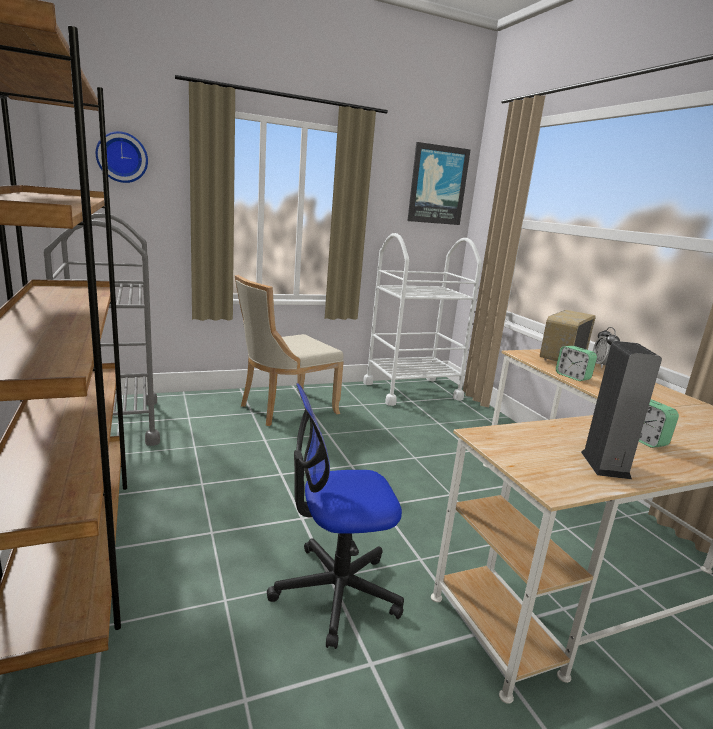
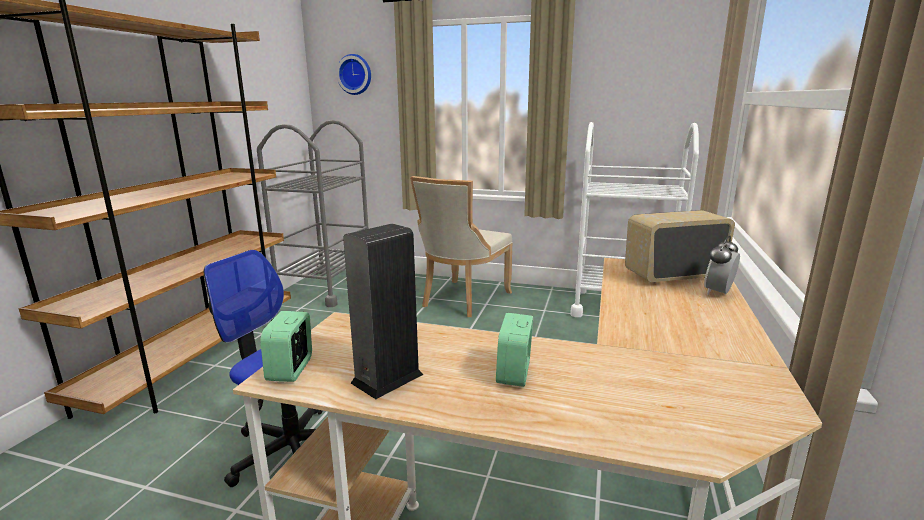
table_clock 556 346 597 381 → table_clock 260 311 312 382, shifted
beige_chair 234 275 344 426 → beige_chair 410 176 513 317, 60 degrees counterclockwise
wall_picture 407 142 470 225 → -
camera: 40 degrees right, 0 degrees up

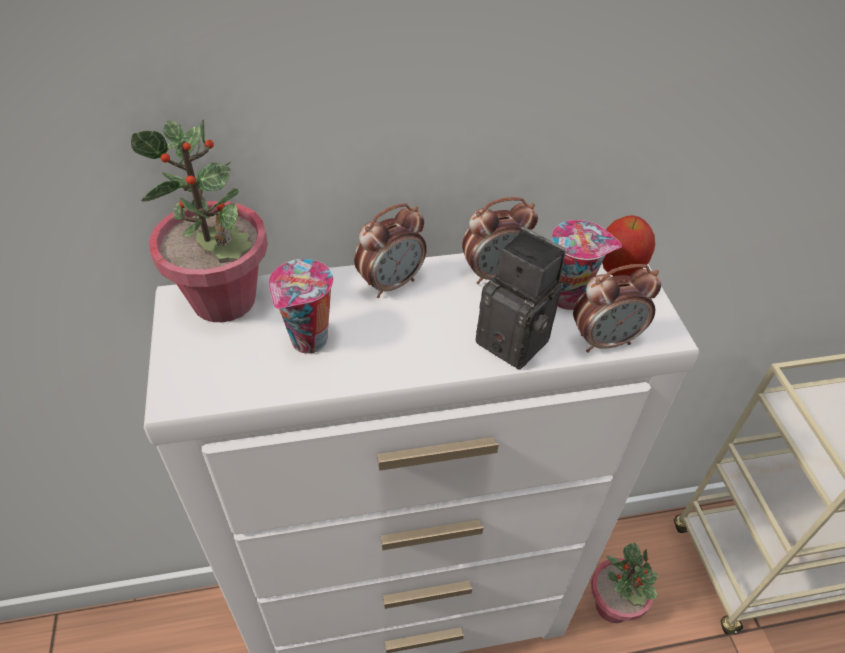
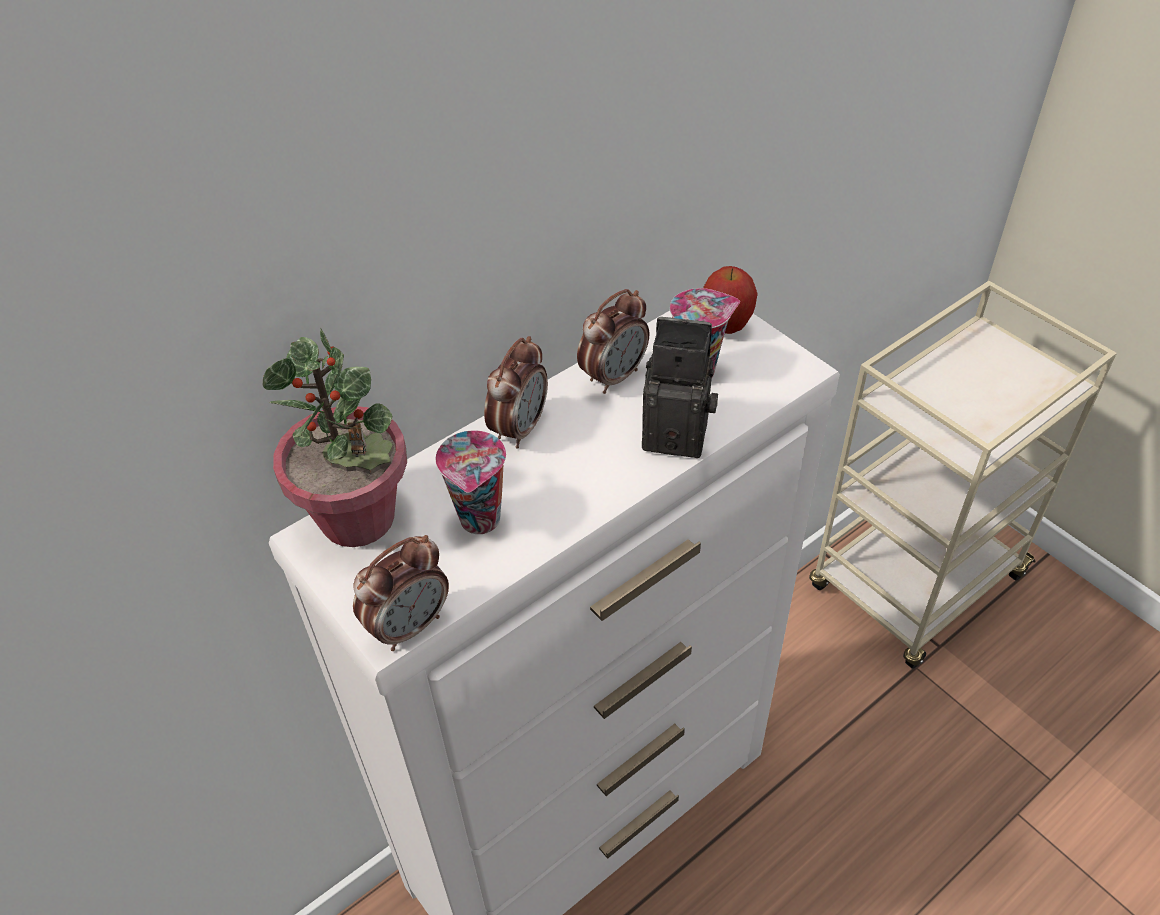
table_clock 573 264 661 353 → table_clock 353 535 449 651, shifted
plant_in_a_pot 591 542 658 623 → -
camera: 25 degrees left, 0 degrees up

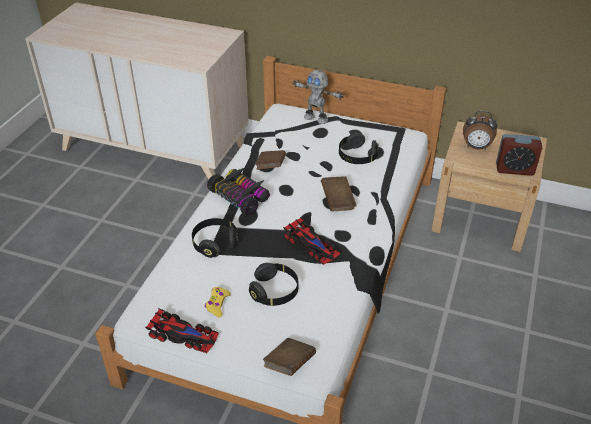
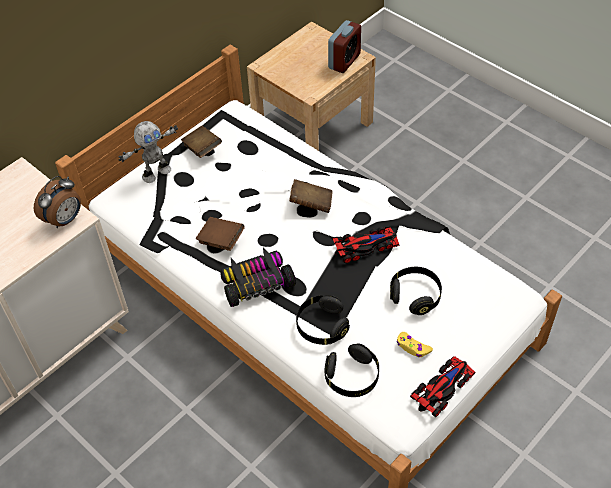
table_clock 463 111 497 150 → table_clock 34 176 81 228, shifted
brownish_bound_book 263 338 316 376 → brownish_bound_book 181 126 222 158, shifted
black_headset 339 133 378 164 → black_headset 324 344 379 397, shifted
camera: 65 degrees left, 10 degrees up

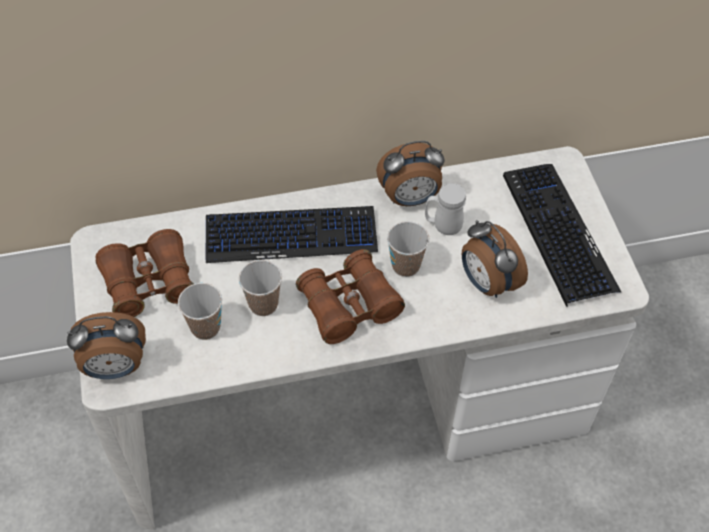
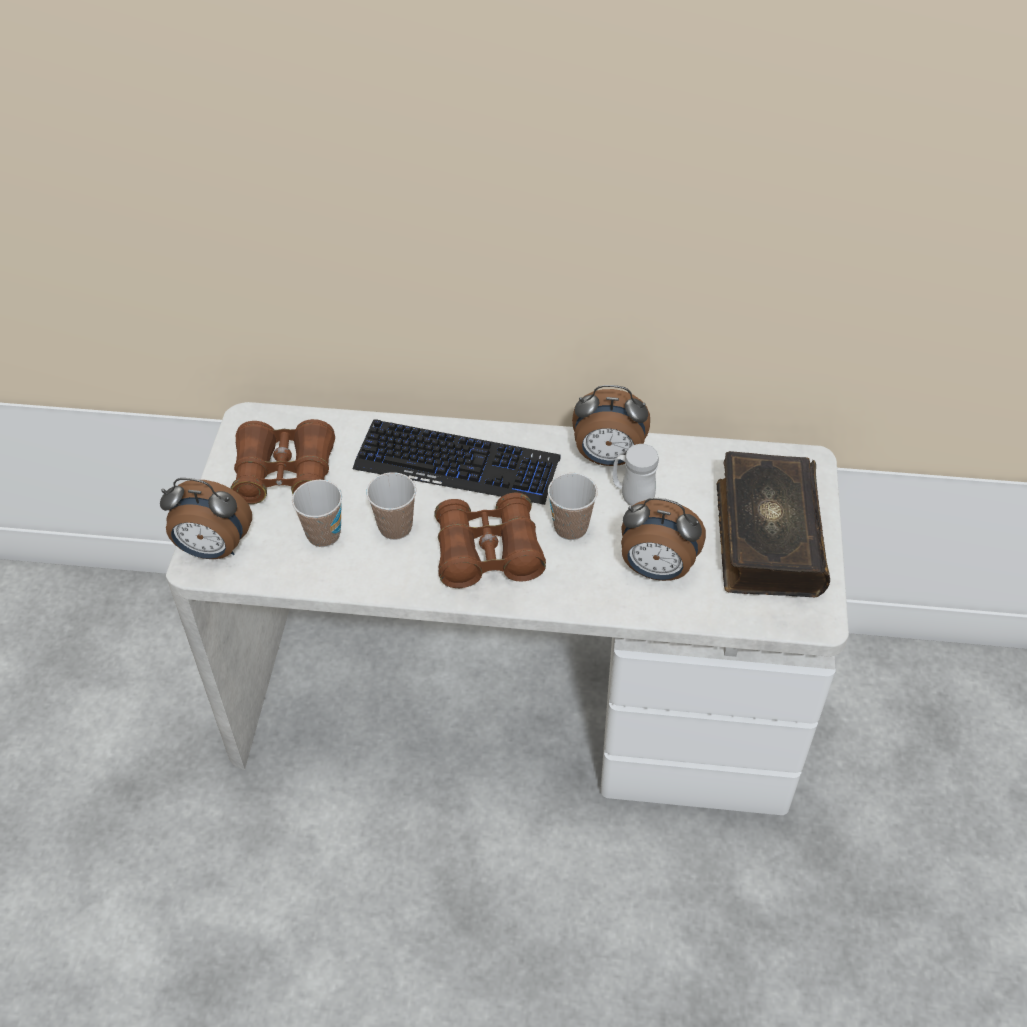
table_clock 462 220 528 298 → table_clock 621 497 706 581, 60 degrees counterclockwise
computer_keyboard 503 164 621 307 → bound_book 717 451 830 597
camera: 20 degrees right, 5 degrees down

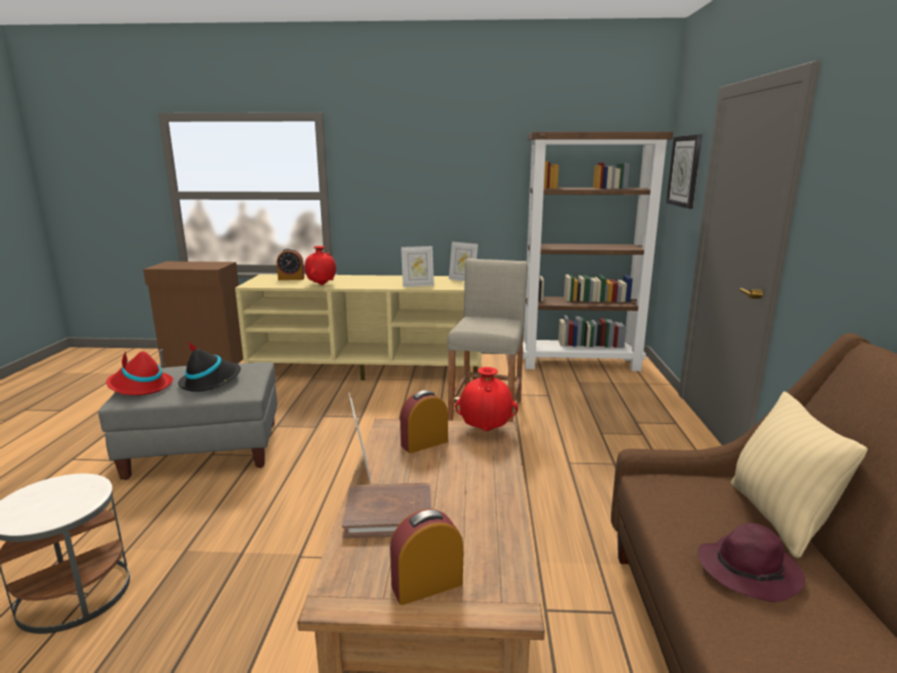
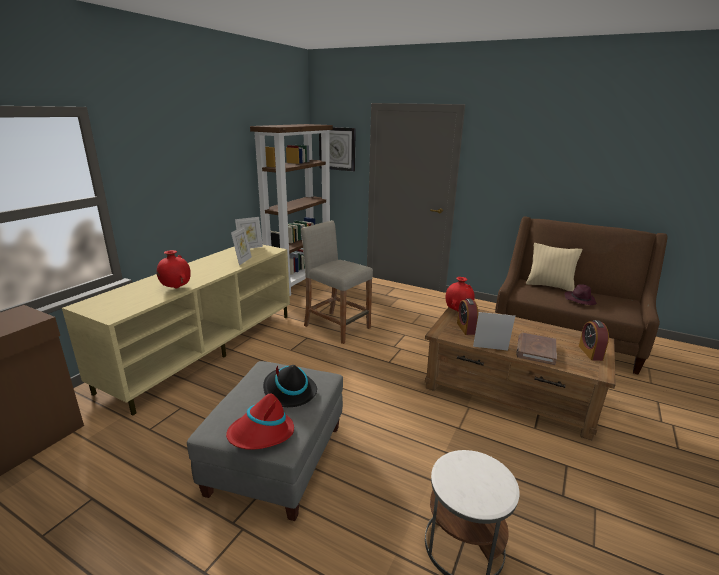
table_clock 277 248 304 280 → -
camera: 65 degrees left, 5 degrees up

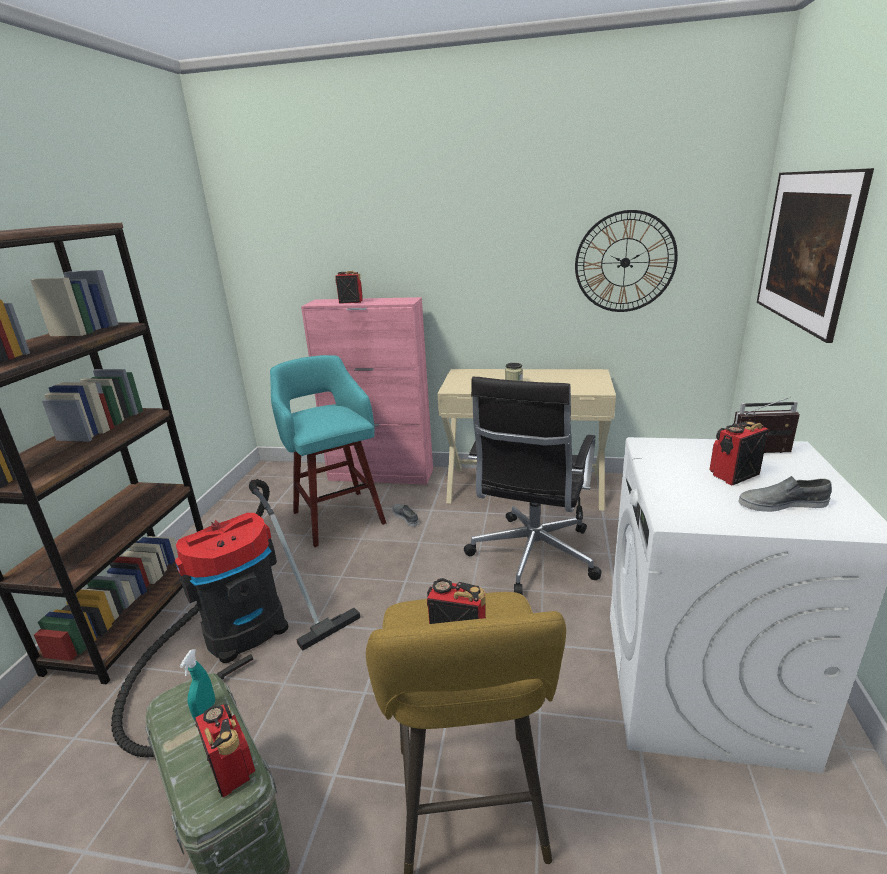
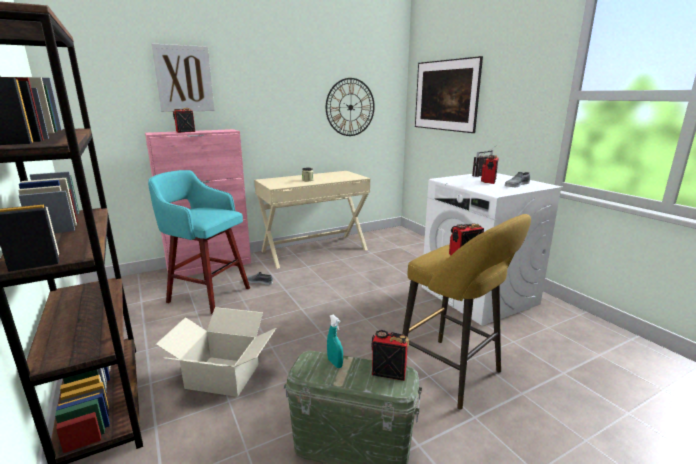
- → wall_picture 151 44 214 112
vacuum 111 479 360 758 → carton 156 307 276 397
black_desk_chair 464 377 602 595 → -
camera: 40 degrees left, 5 degrees down

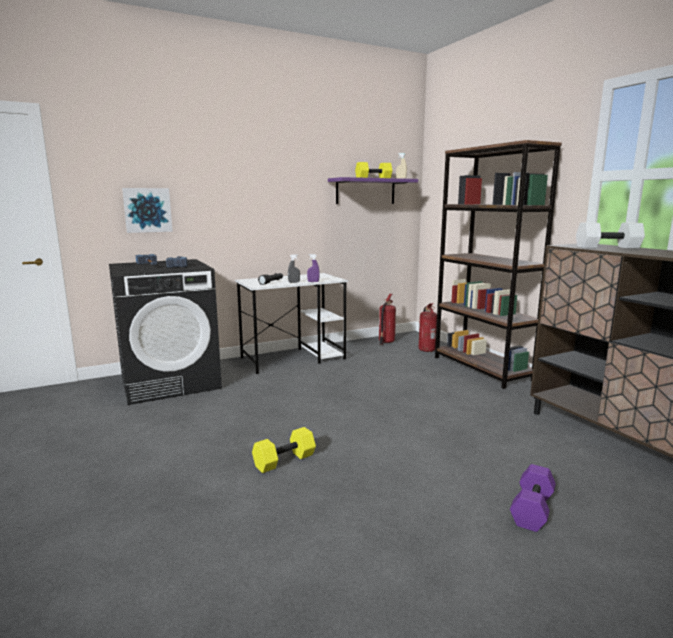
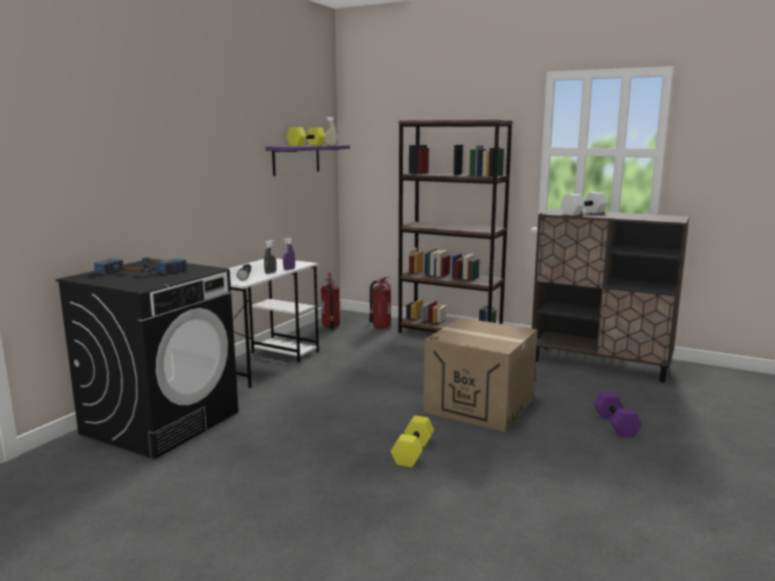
- → carton 424 318 537 432
wall_picture 122 188 173 233 → -
camera: 35 degrees left, 0 degrees up

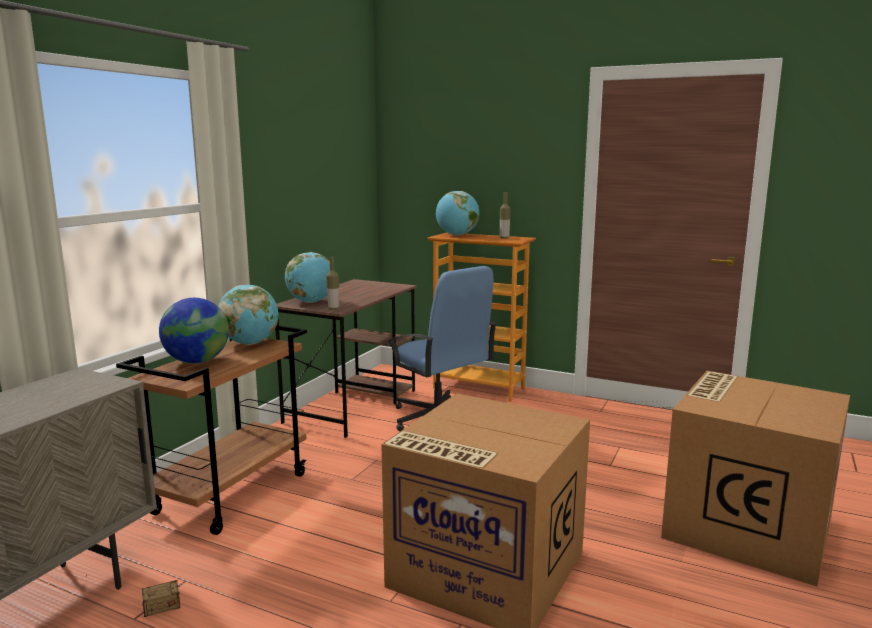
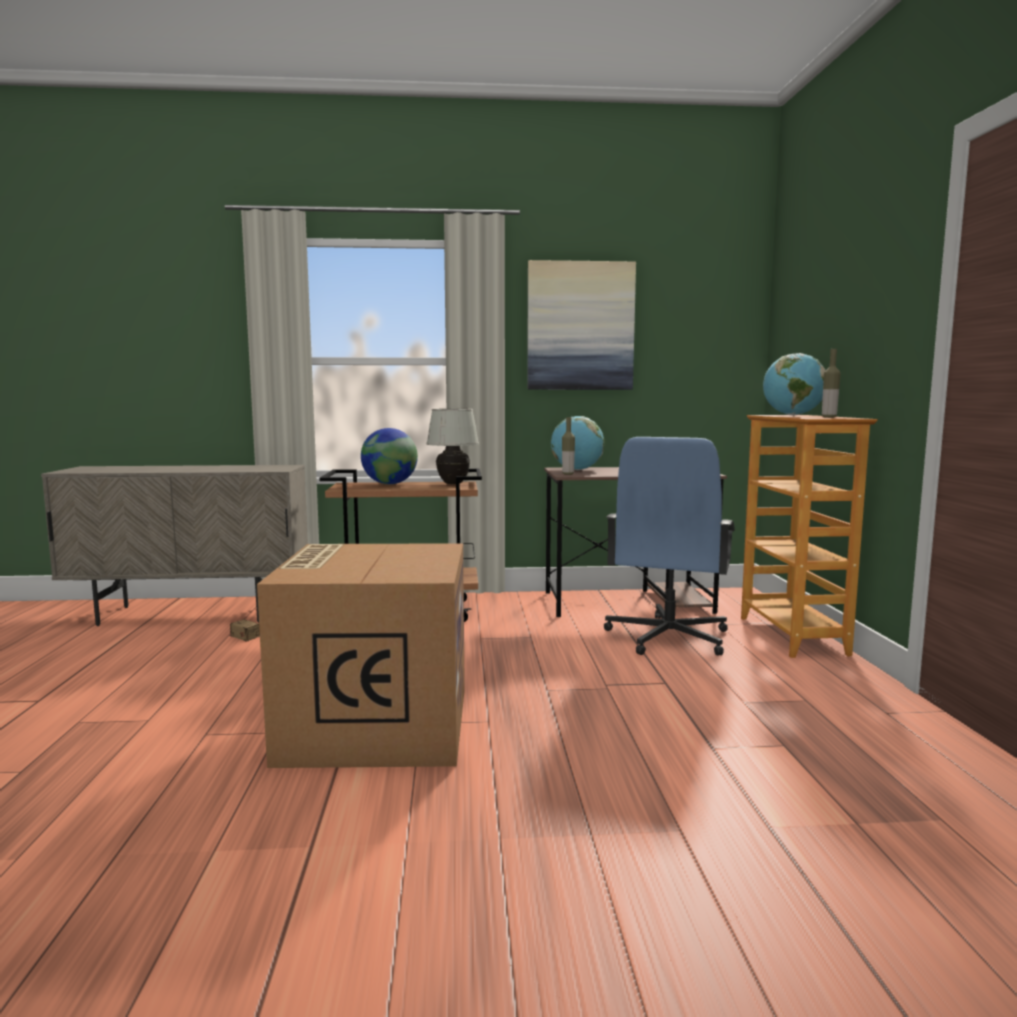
world_globe 218 285 278 345 → white_tabletop_lamp 426 409 479 484
- → wall_picture 527 260 636 390
carton 661 371 850 587 → -
camera: 60 degrees right, 5 degrees down

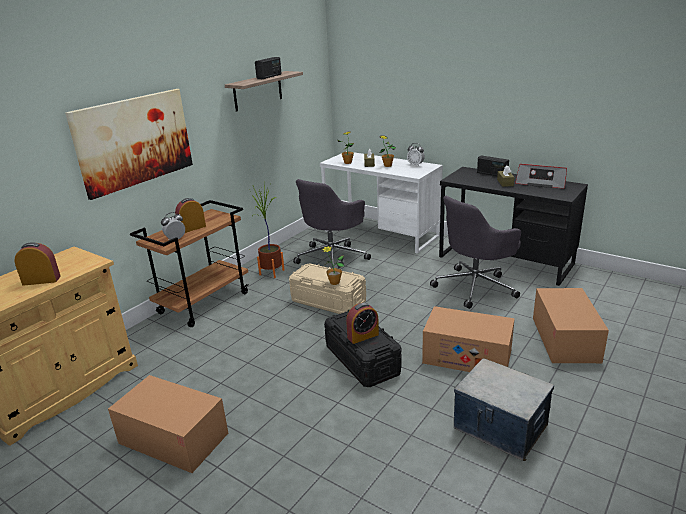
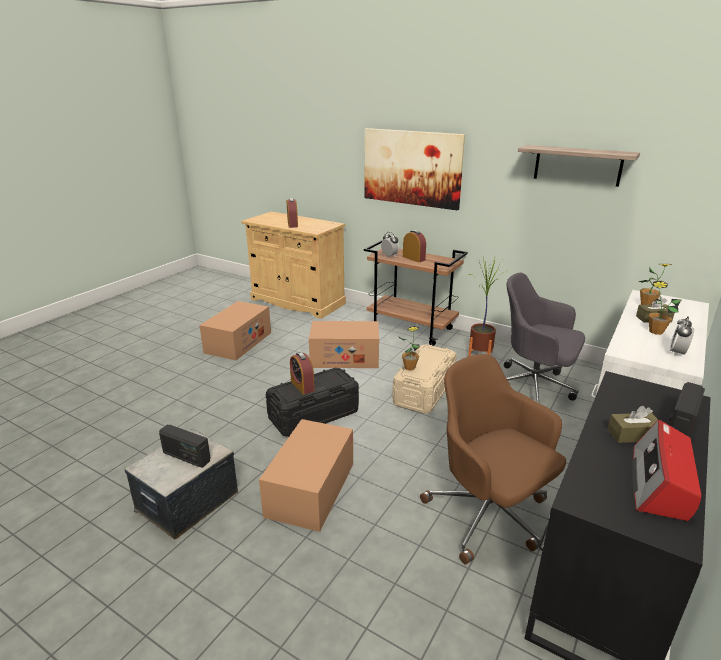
radio_set 255 57 282 79 → radio_set 159 424 211 468, shifted
carton 533 288 609 363 → carton 309 321 379 368, shifted
grey_desk_chair 430 196 521 309 → brownish_desk_chair 420 354 566 565
camera: 85 degrees right, 0 degrees up

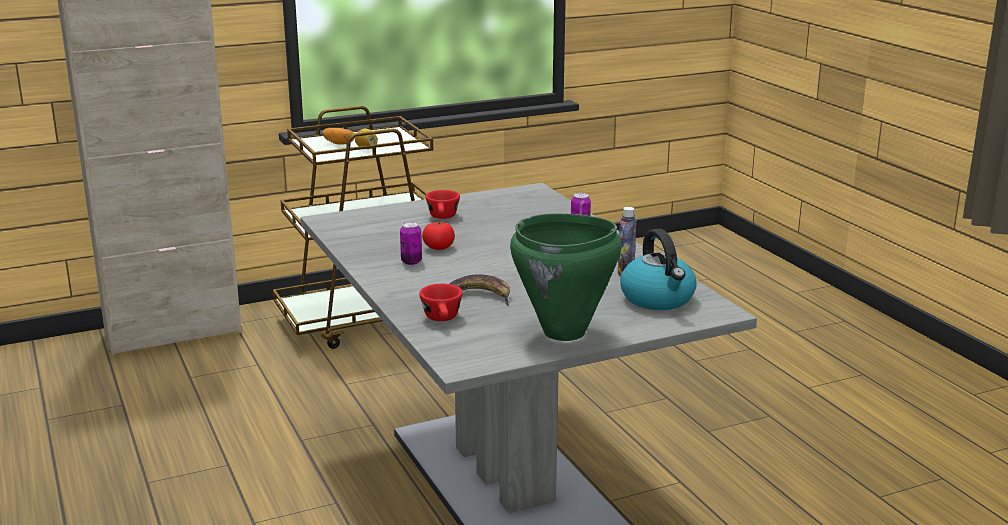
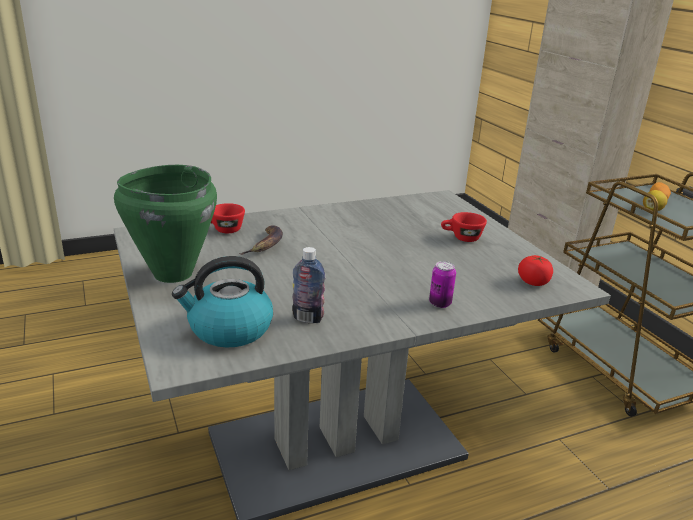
tomato 422 221 455 250 → tomato 518 255 553 286, shifted
metal_can 400 222 422 265 → -
camera: 90 degrees right, 5 degrees up

